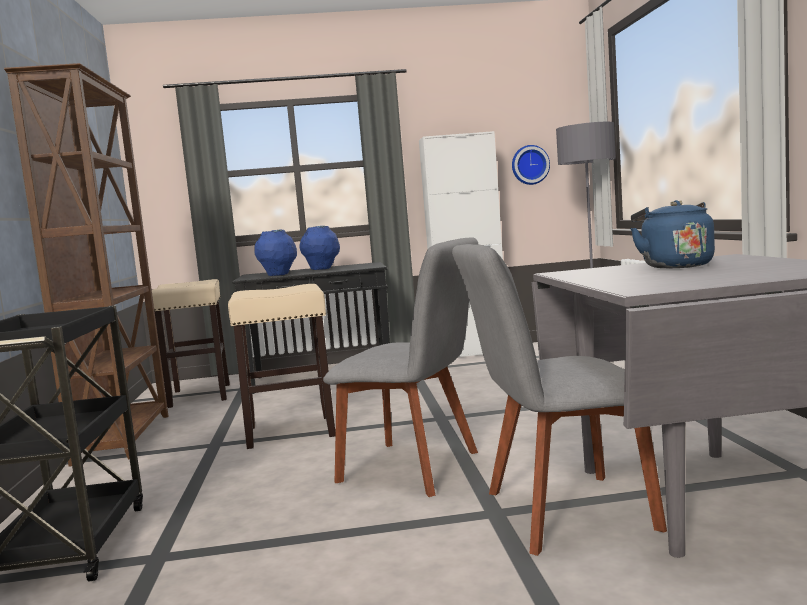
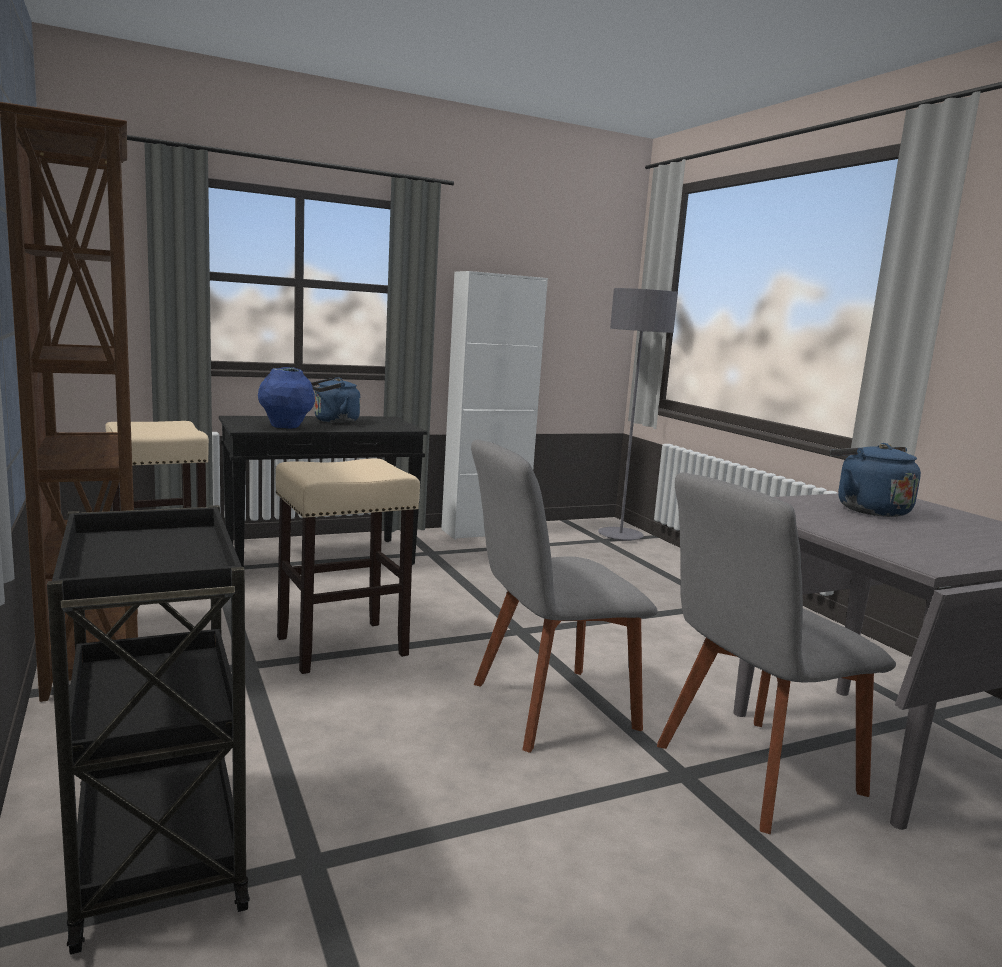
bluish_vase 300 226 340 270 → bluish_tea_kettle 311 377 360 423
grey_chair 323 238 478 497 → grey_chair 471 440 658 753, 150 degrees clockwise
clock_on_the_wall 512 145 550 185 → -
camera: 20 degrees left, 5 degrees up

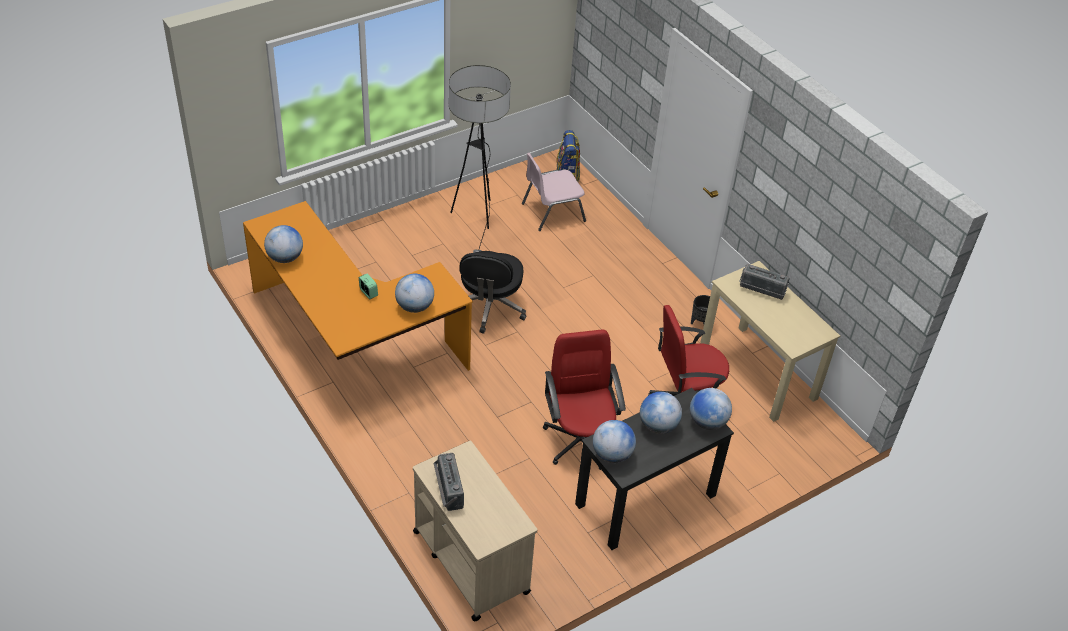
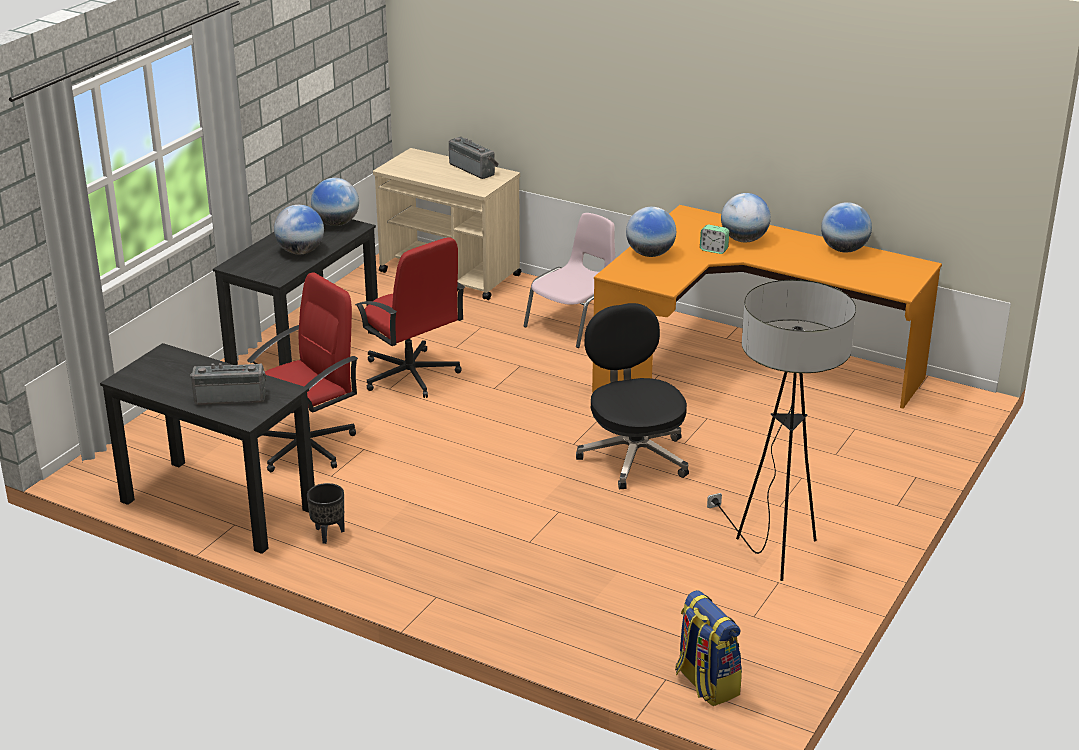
beige_desk 700 261 840 422 → black_desk 100 343 315 554
pinkish_chair 522 153 586 231 → pinkish_chair 524 213 616 348, shifted
world_globe 690 388 732 430 → world_globe 721 193 771 242, shifted
camera: 155 degrees right, 15 degrees down

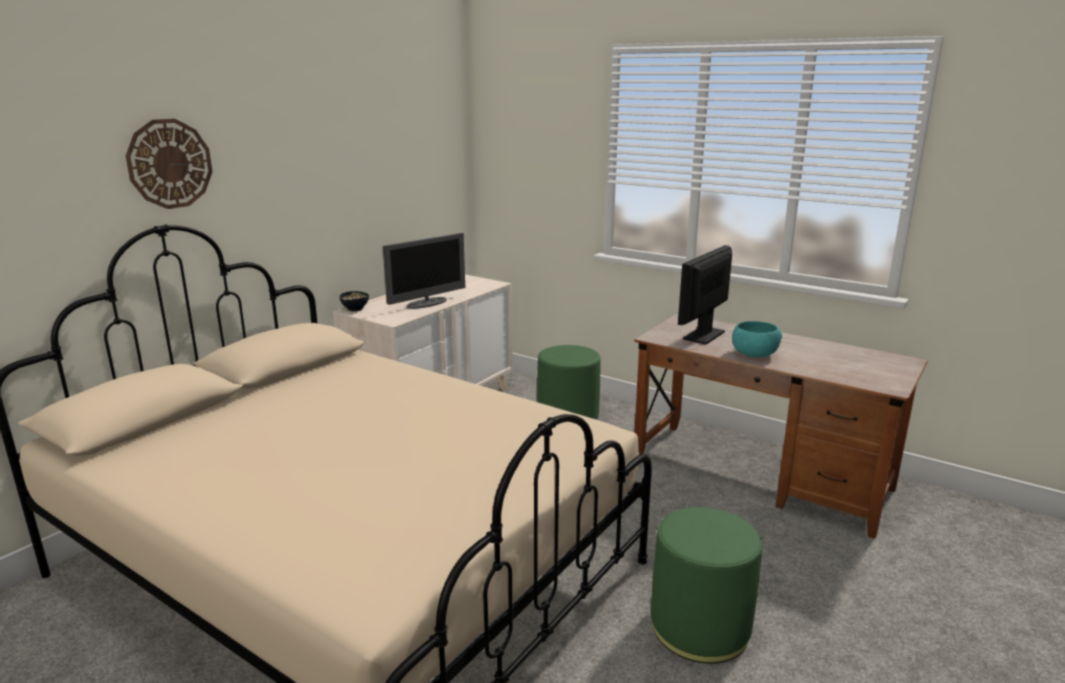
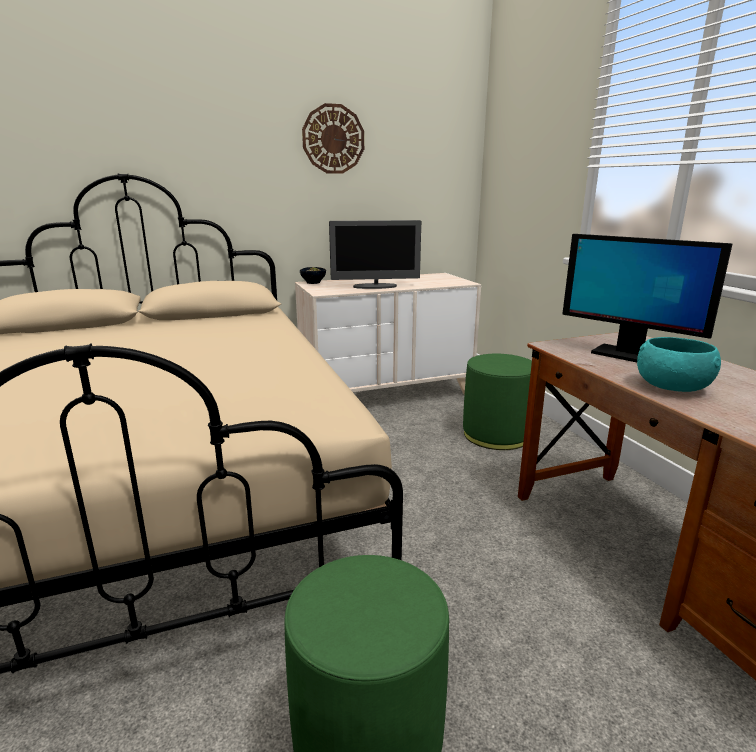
clock_on_the_wall 126 119 213 209 → clock_on_the_wall 302 103 364 174, shifted
monitor 678 245 732 345 → monitor 562 234 733 362, 120 degrees counterclockwise
camera: 35 degrees right, 0 degrees up

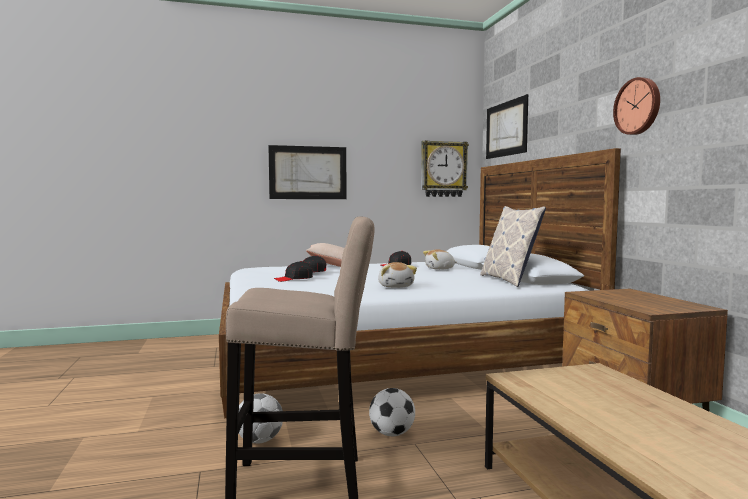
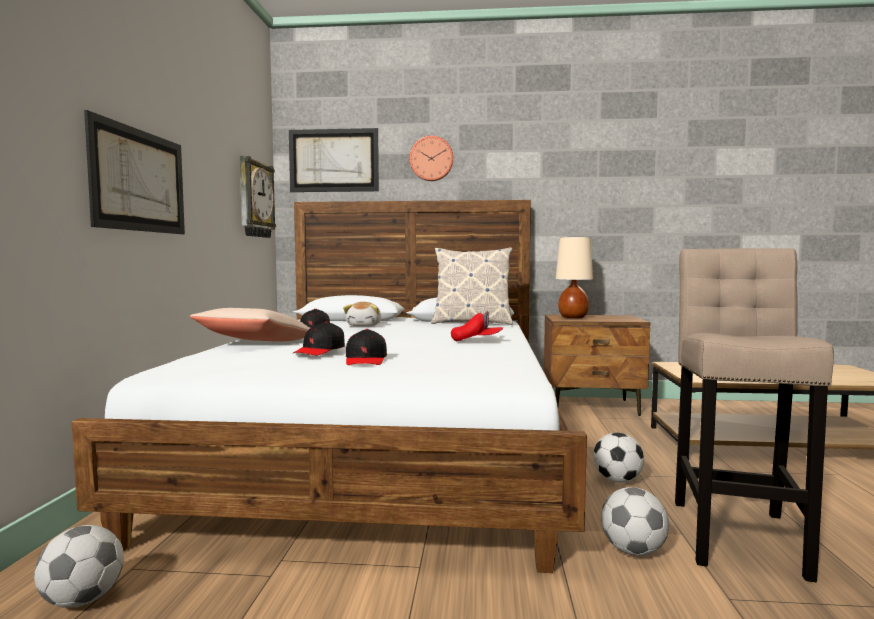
- → football 34 525 124 608
clock_on_the_wall 613 77 660 135 → clock_on_the_wall 410 136 454 181, shifted
cuddly_toy 378 262 417 288 → reddish_peaked_cap 451 311 503 341
- → beige_tabletop_lamp 556 237 593 318
camera: 70 degrees left, 0 degrees up

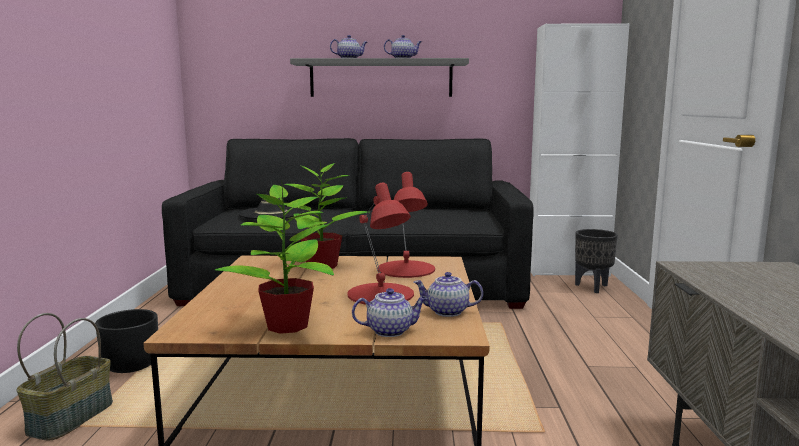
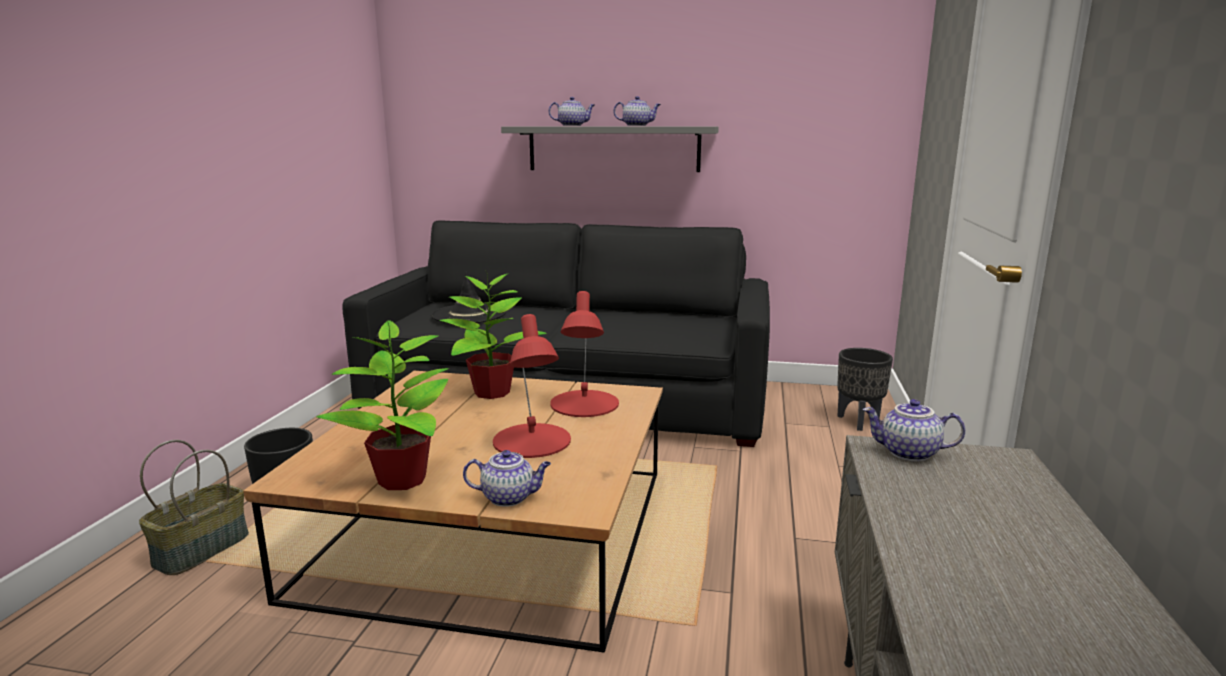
pot_for_tea 413 272 483 317 → pot_for_tea 862 399 965 462, shifted
white_storage_cabinet 530 23 630 277 → -
camera: 10 degrees right, 5 degrees up

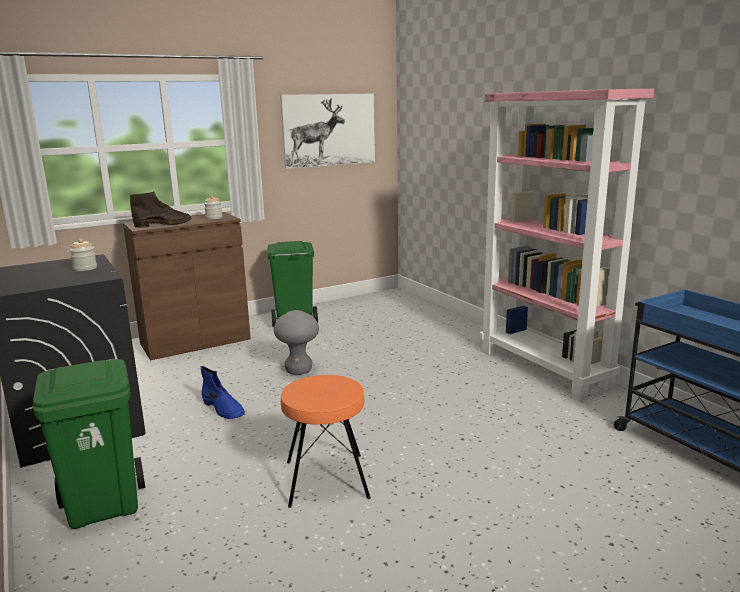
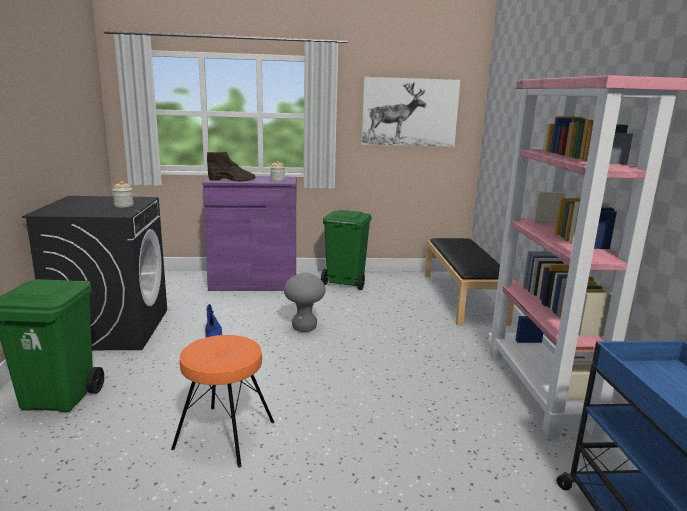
brownish_storage_cabinet 123 212 251 360 → purple-coloured_storage_cabinet 202 176 296 291
- → black_indoor_bench 425 238 517 326
camera: 25 degrees right, 0 degrees up

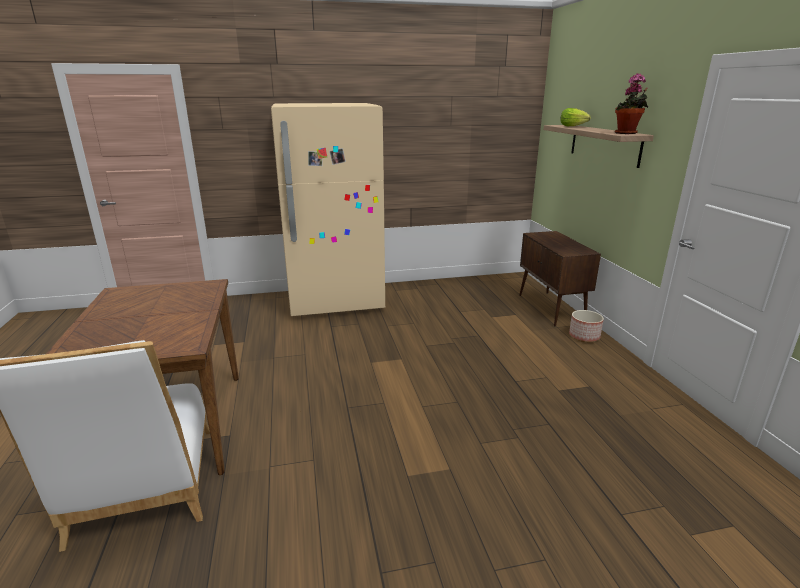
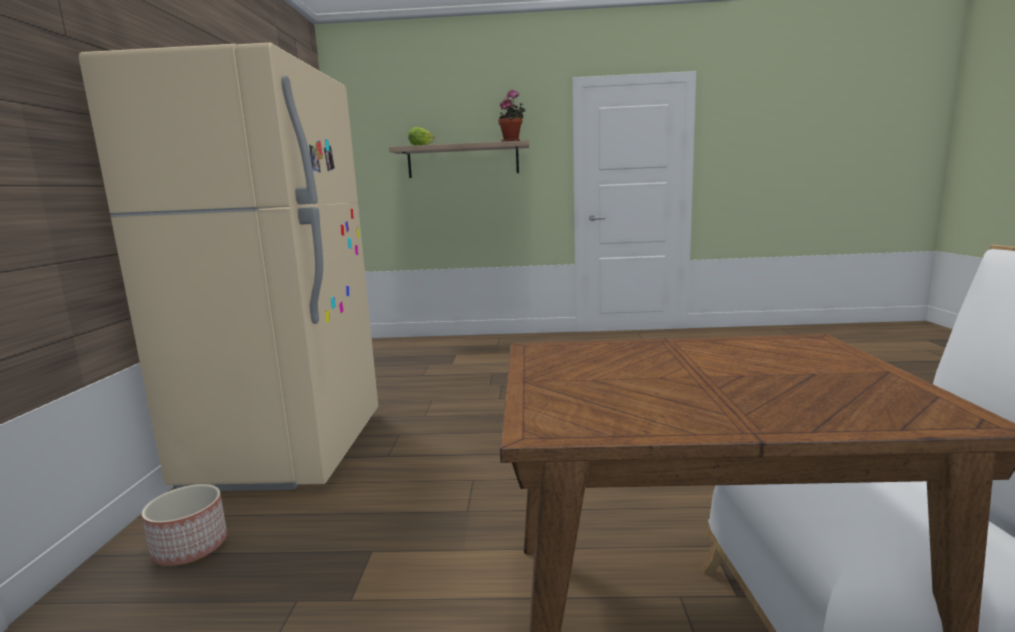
planter 569 310 604 342 → planter 142 484 227 566, shifted
brownish_storage_cabinet 519 231 601 326 → -
camera: 75 degrees left, 10 degrees down

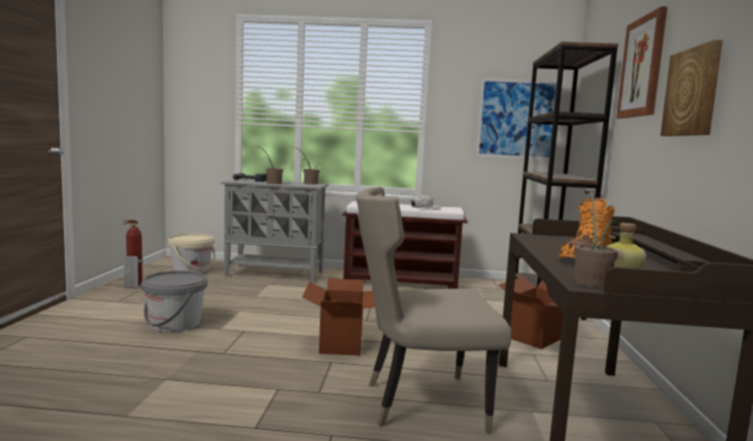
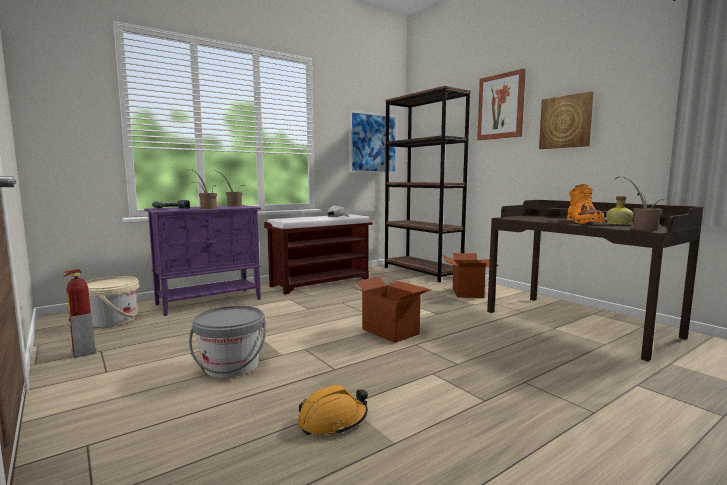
grey_storage_cabinet 221 179 329 283 → purple-coloured_storage_cabinet 144 205 261 316
- → orange-coloured_safety_helmet 298 385 368 435
beige_chair 356 187 512 434 → -
camera: 40 degrees left, 0 degrees up

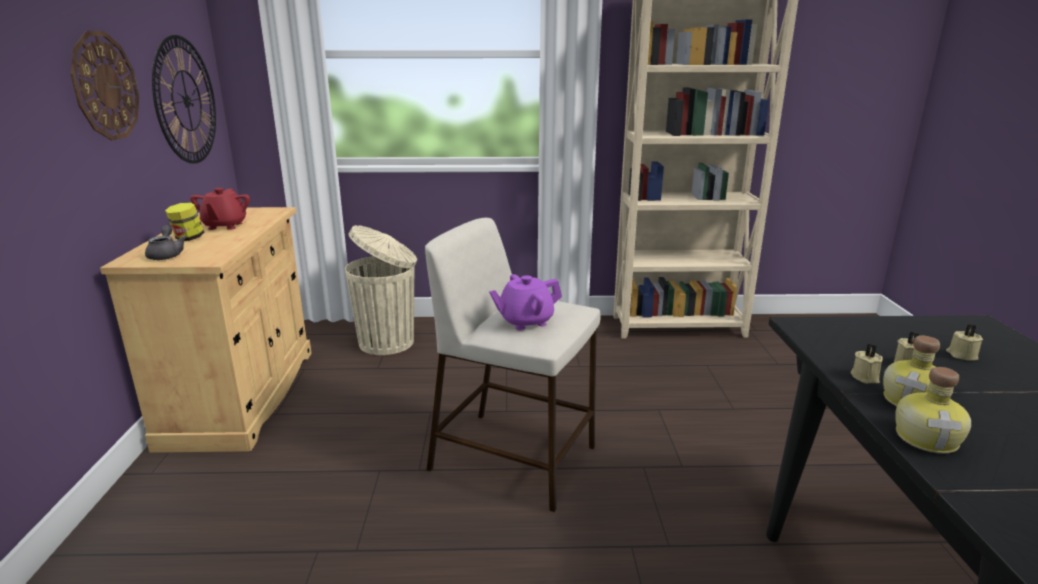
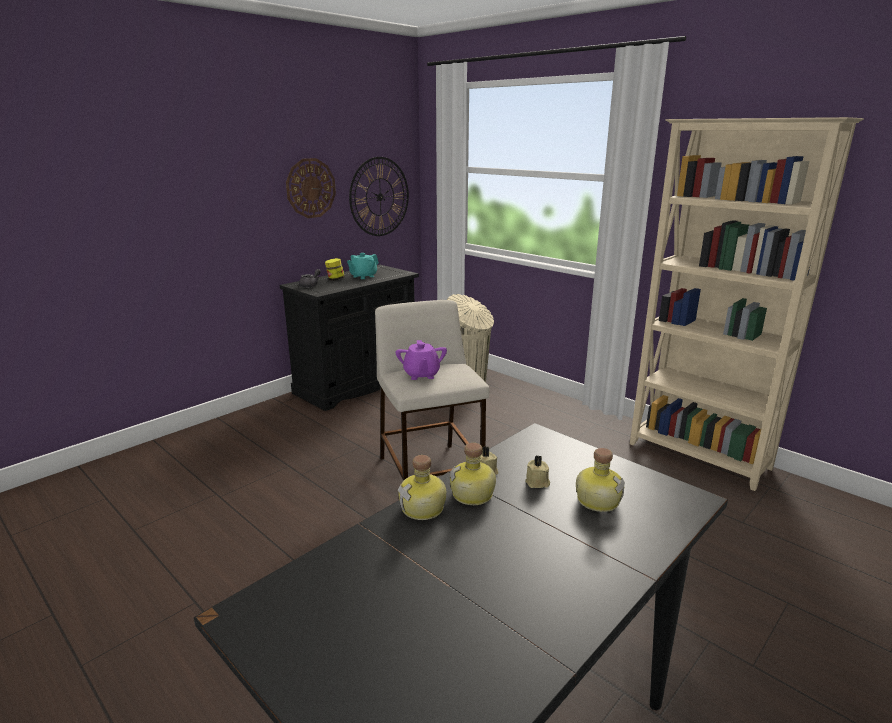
beige_storage_cabinet 100 207 312 453 → black_storage_cabinet 280 265 419 411
reddish_pot_for_tea 190 188 250 230 → turquoise-coloured_pot_for_tea 347 253 379 279
purple-coloured_pot_for_tea 489 274 562 330 → purple-coloured_pot_for_tea 395 340 447 380, 120 degrees counterclockwise
beige_wax_light 946 324 983 361 → drink_bottle 576 448 625 512
camera: 45 degrees right, 0 degrees up

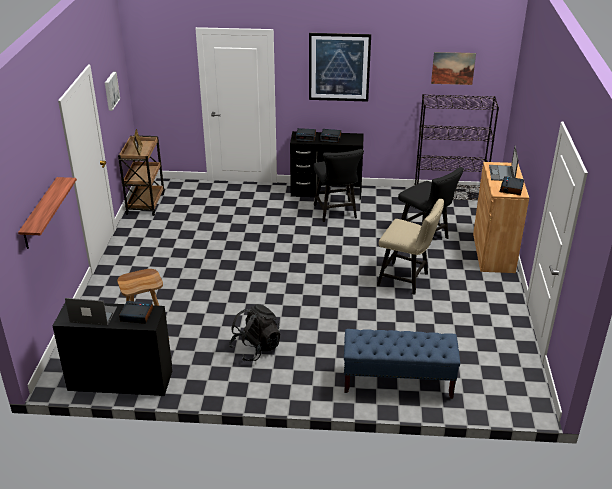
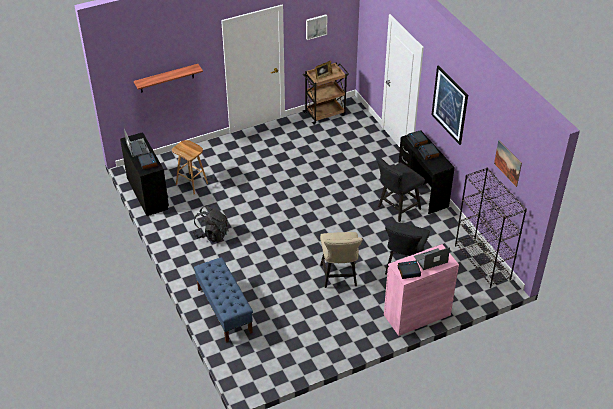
brownish_storage_cabinet 473 162 529 273 → pinkish_storage_cabinet 384 244 459 336
camera: 60 degrees right, 10 degrees up

